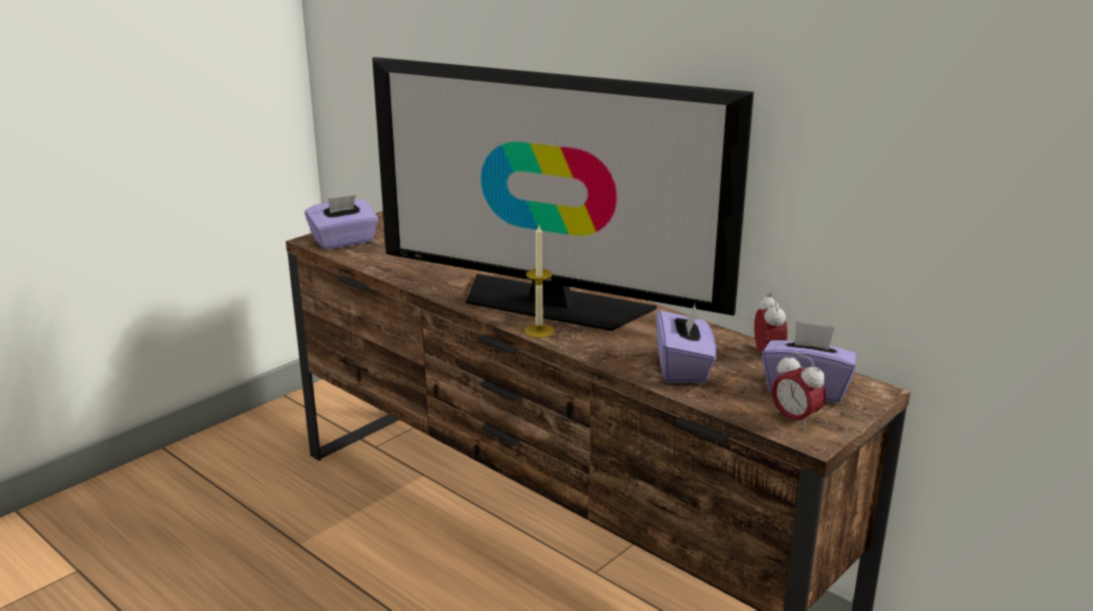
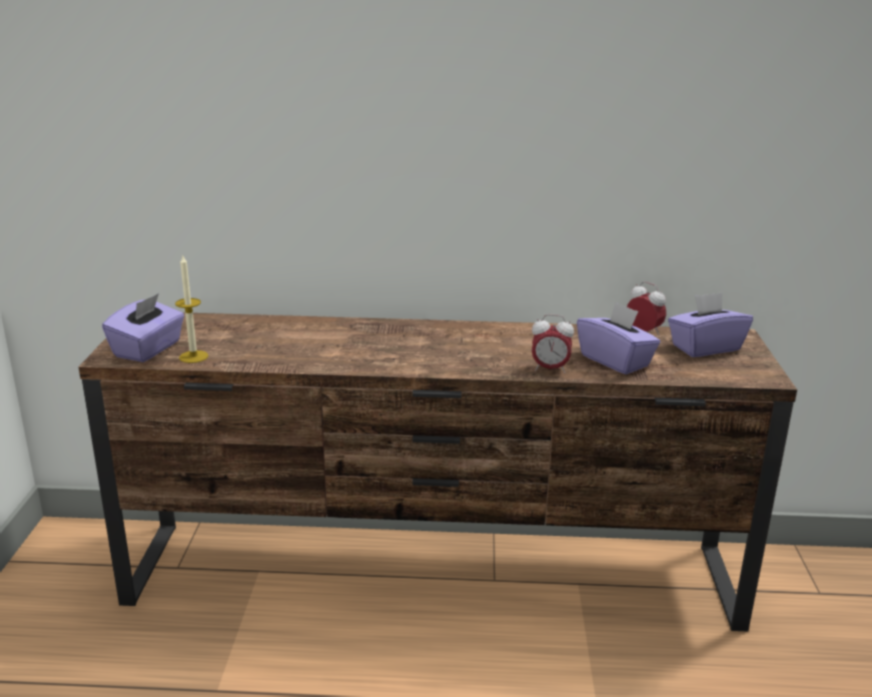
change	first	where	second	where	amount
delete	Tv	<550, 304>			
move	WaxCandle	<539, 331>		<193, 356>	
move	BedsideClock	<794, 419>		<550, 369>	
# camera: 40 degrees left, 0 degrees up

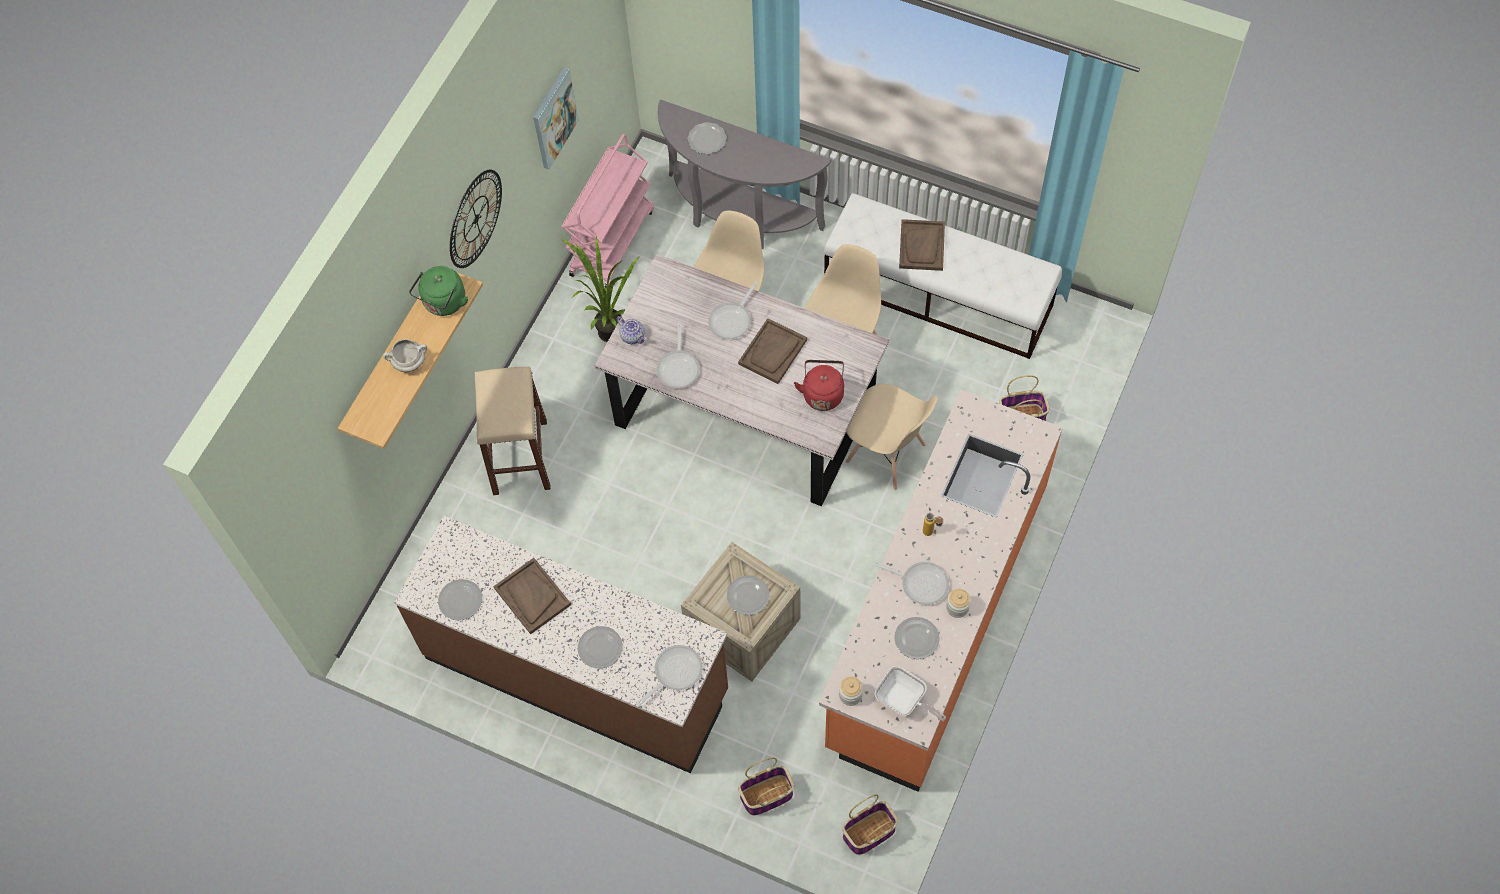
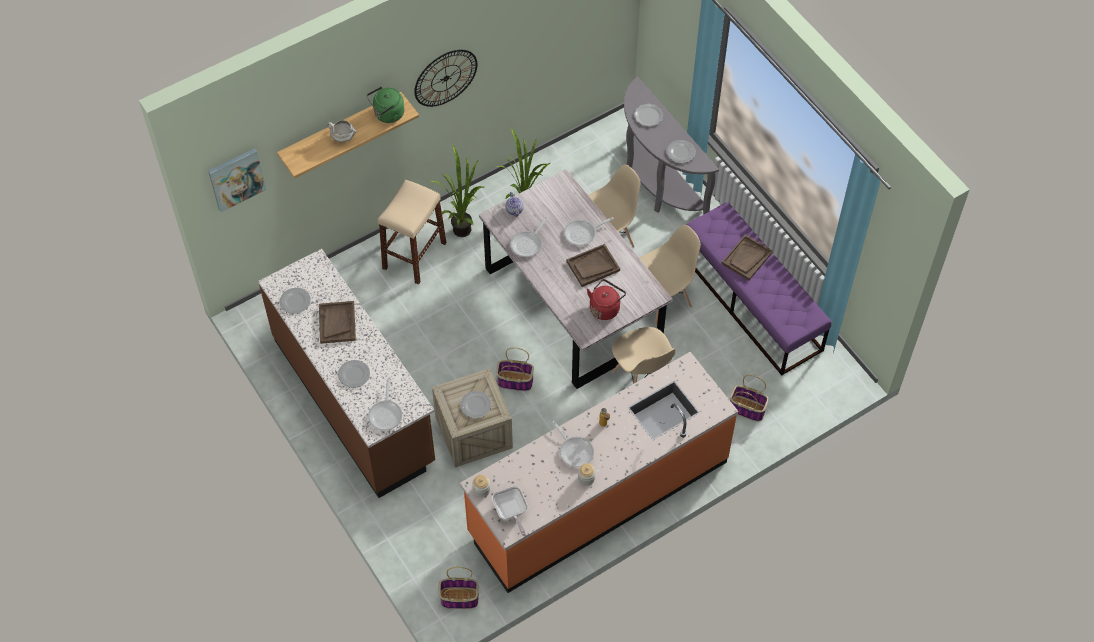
change	first	where	second	where	amount
delete	PinkWheeledCart	<612, 241>			
insert			PlantInAPot	<463, 227>	
move	WallPicture	<553, 117>		<236, 178>	
move	HouseholdBasket	<766, 796>		<514, 381>	
move	DinnerPlate	<916, 638>		<680, 152>	
recolor	WhitishLongSeat	<938, 294>	PurpleColouredLongSeat	<751, 302>	
rotate	Pan	<674, 672>		<386, 414>	105 degrees clockwise
# camera: 30 degrees right, 5 degrees down

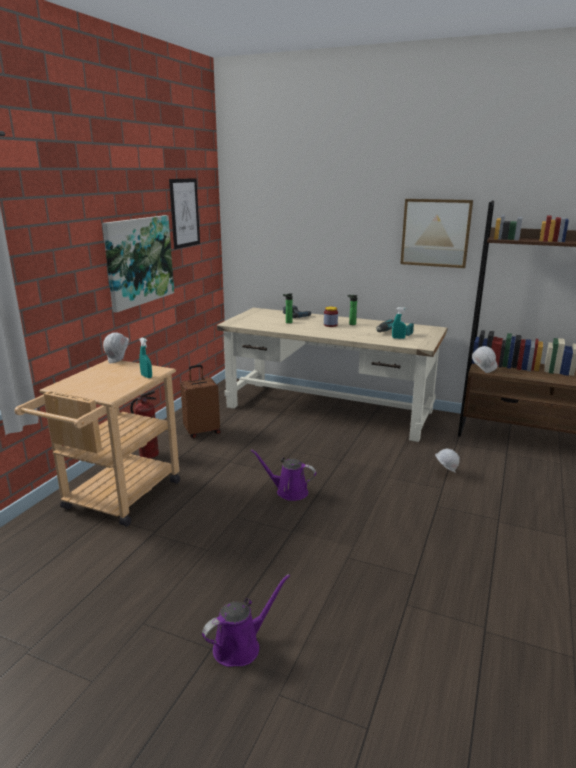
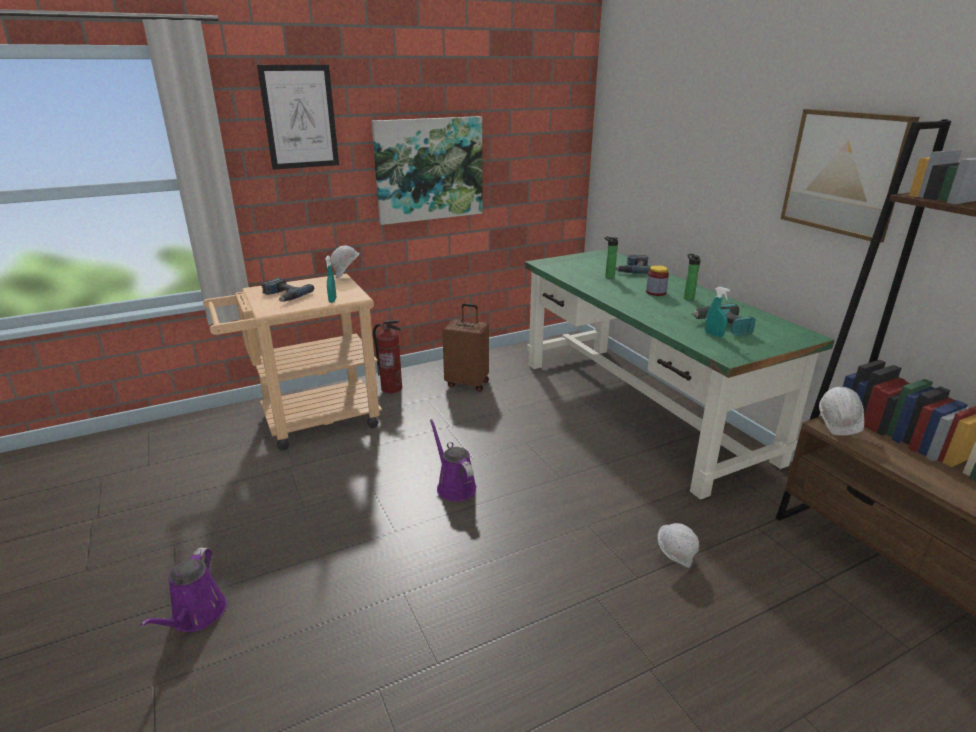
change	first	where	second	where	amount
insert			Drill	<284, 295>	
move	WallPicture	<184, 213>		<300, 117>	
recolor	BeigeDesk	<329, 409>	GreenColouredDesk	<641, 408>	
rotate	PurpleColouredWateringPot	<241, 645>		<196, 616>	90 degrees clockwise
# camera: 40 degrees right, 5 degrees up

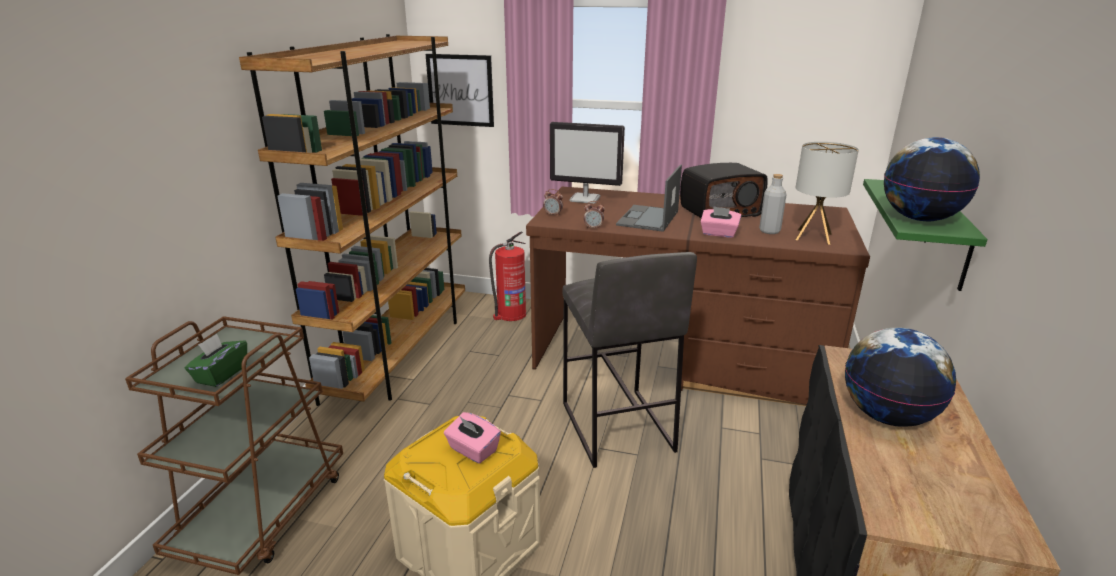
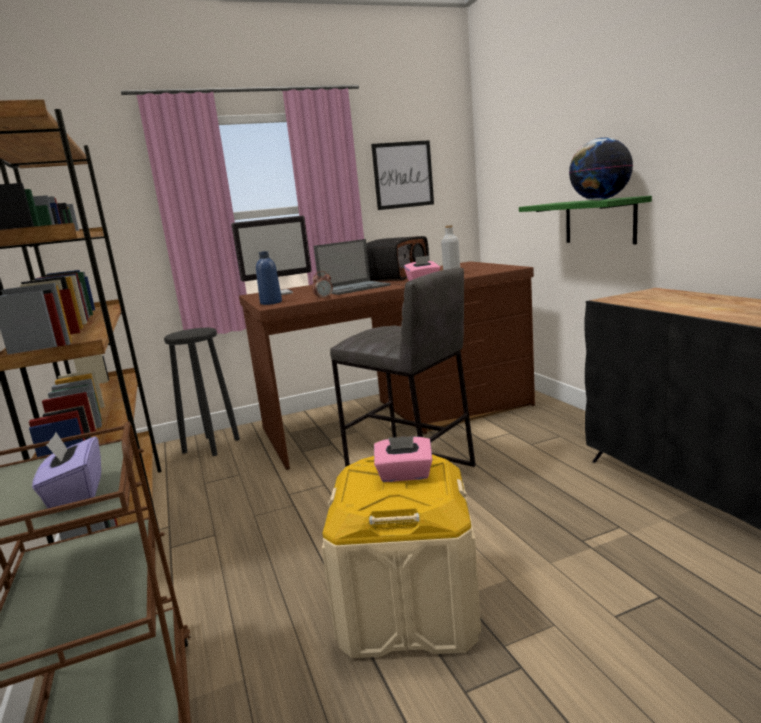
change	first	where	second	where	amount
delete	LampForATable	<813, 236>			
delete	Globe	<887, 416>			
move	WallPicture	<460, 90>		<403, 175>	
replace	FireFightingCylinder	<510, 314>	BlackColouredStool	<212, 445>	
replace	BedsideClock	<553, 215>	BlueColouredBeverageBottle	<271, 303>	
recolor	GreenColouredTissueHolder	<221, 374>	PurpleColouredTissueHolder	<75, 493>	
rotate	Laptop	<648, 219>		<355, 288>	105 degrees counterclockwise
# camera: 35 degrees left, 10 degrees down

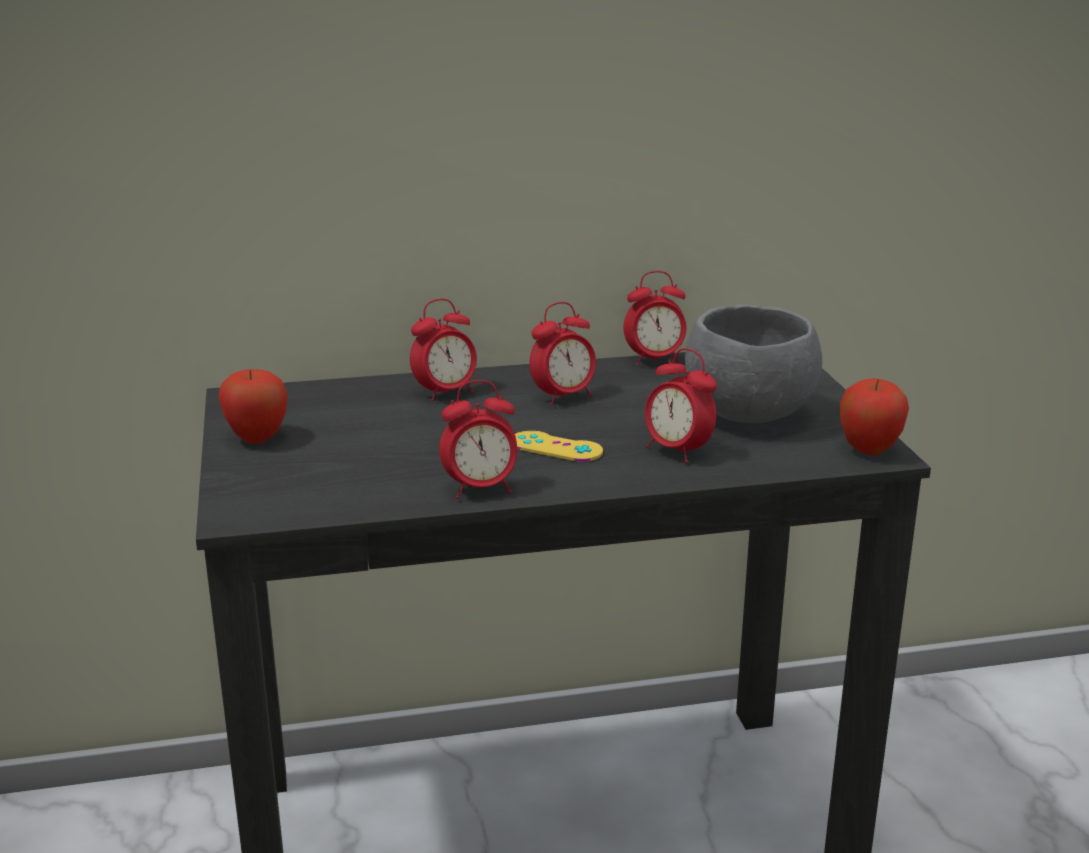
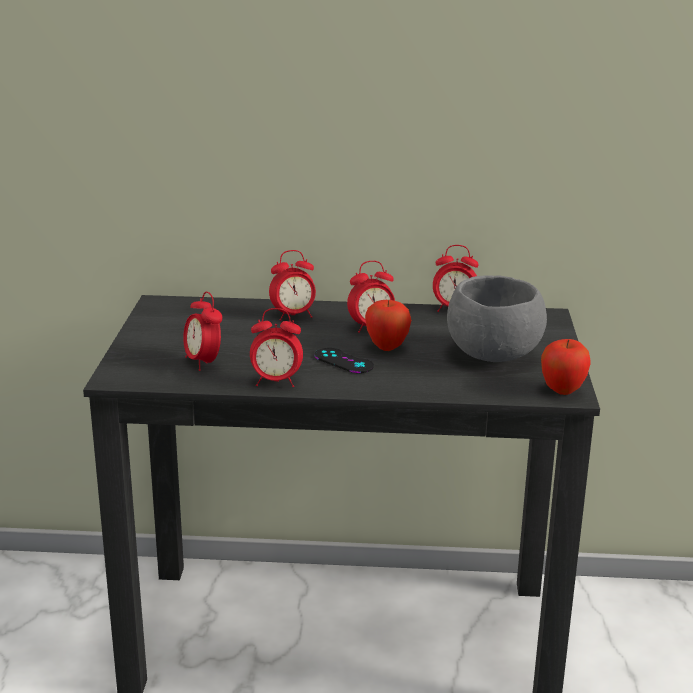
change	first	where	second	where	amount
move	Apple	<257, 438>		<387, 347>	
move	BedsideClock	<677, 451>		<203, 363>	
recolor	YellowColouredGamepad	<556, 447>	BlackColouredGamepad	<343, 361>	
# camera: 15 degrees right, 0 degrees up

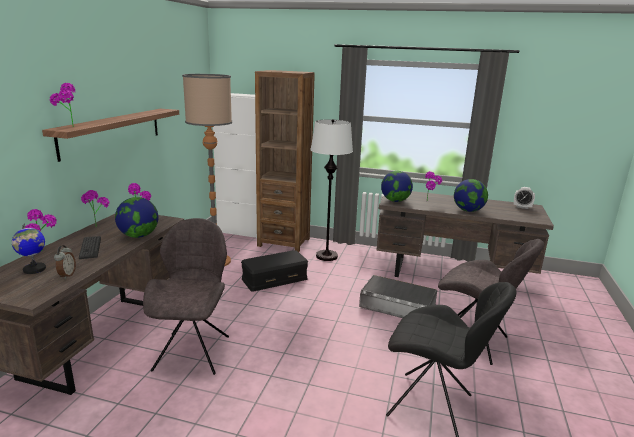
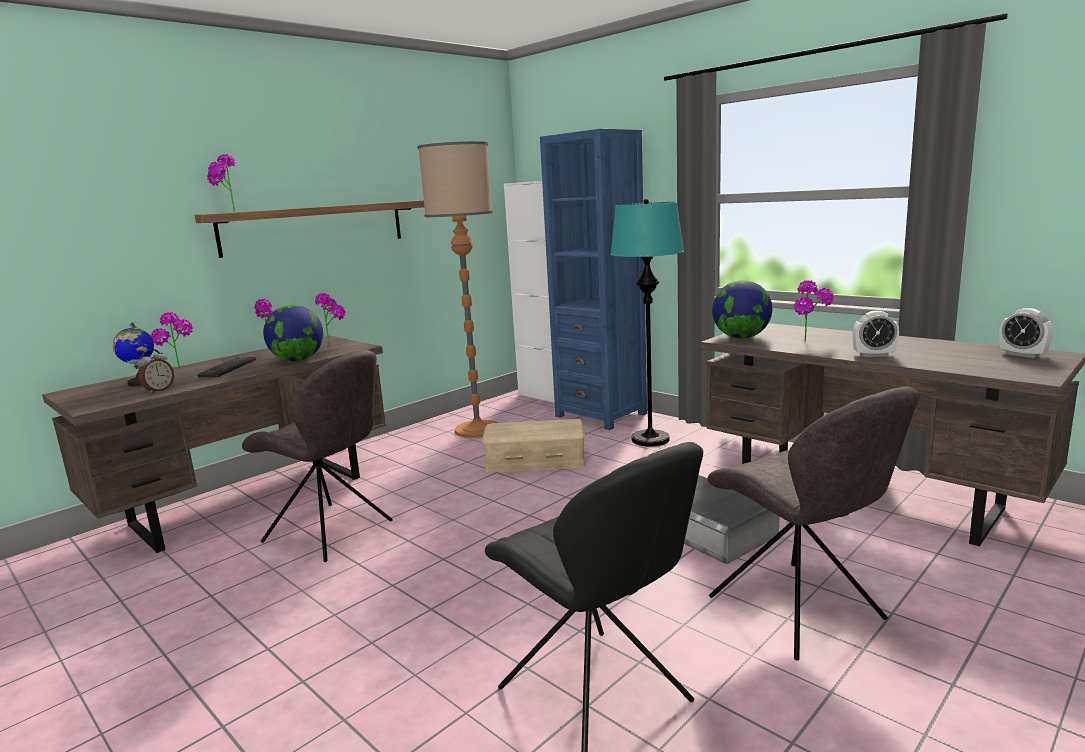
change	first	where	second	where	amount
replace	Globe	<468, 210>	BedsideClock	<873, 355>	
recolor	BlackColouredStorageBin	<274, 278>	BeigeStorageBin	<535, 460>	
recolor	BrownColouredShelvingUnit	<284, 242>	BlueColouredShelvingUnit	<601, 415>	
recolor	WhitishStandardLamp	<327, 256>	BlueGreenStandardLamp	<650, 439>	
rotate	GreyChair	<193, 351>		<331, 533>	90 degrees clockwise
# camera: 30 degrees right, 5 degrees down

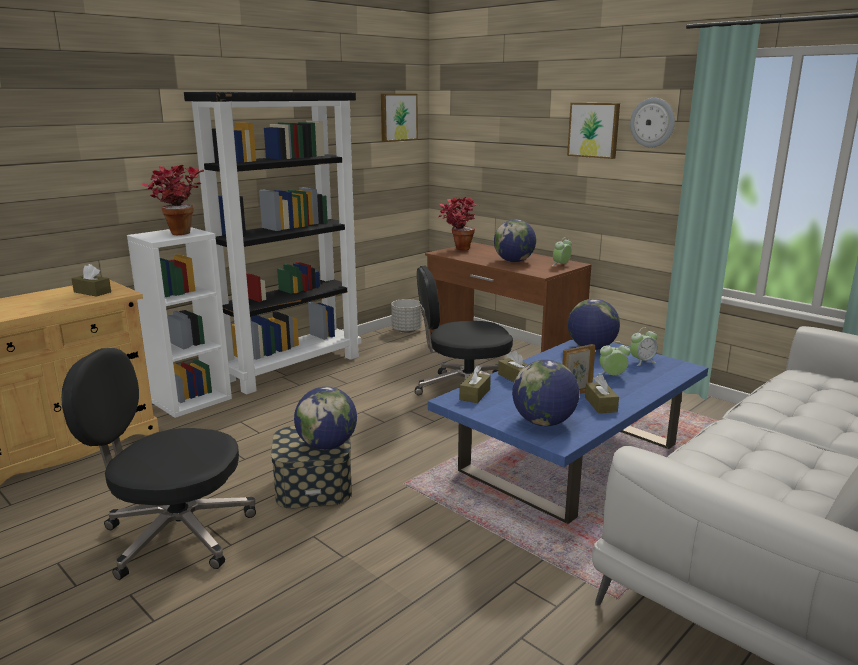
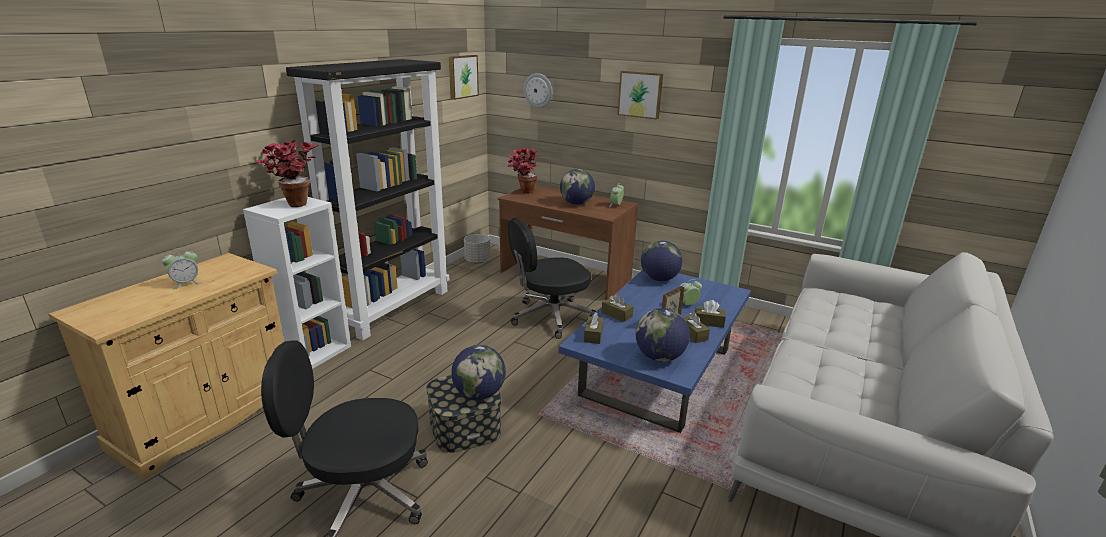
change	first	where	second	where	amount
move	BrownColouredTissueHolder	<92, 292>		<708, 322>	
move	HangingClock	<652, 122>		<538, 90>	
move	BedsideClock	<642, 361>		<186, 283>	
# camera: 15 degrees left, 5 degrees up

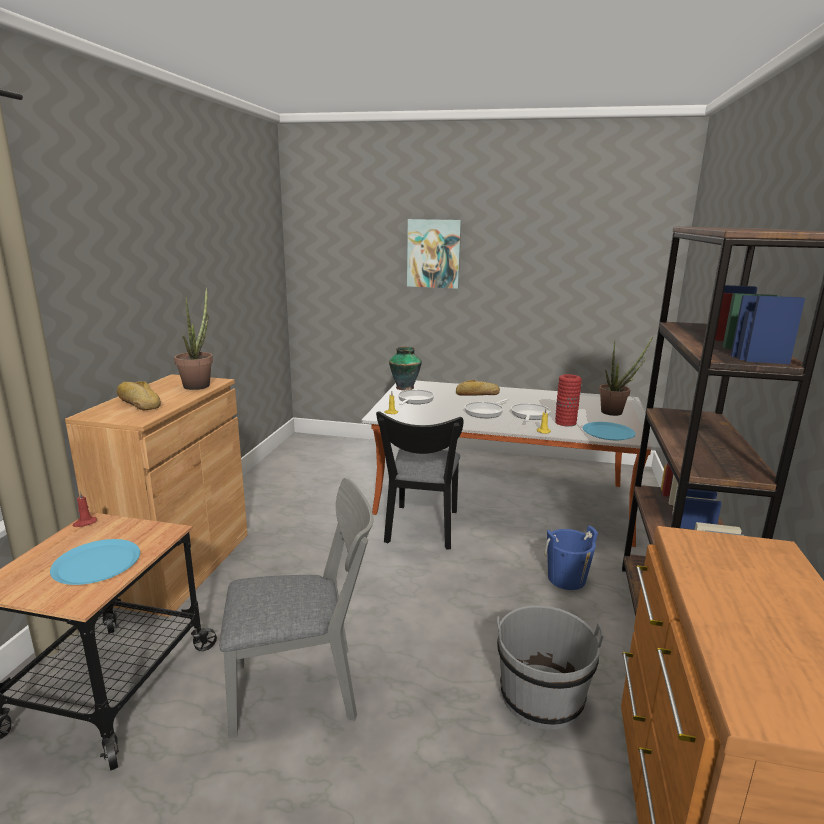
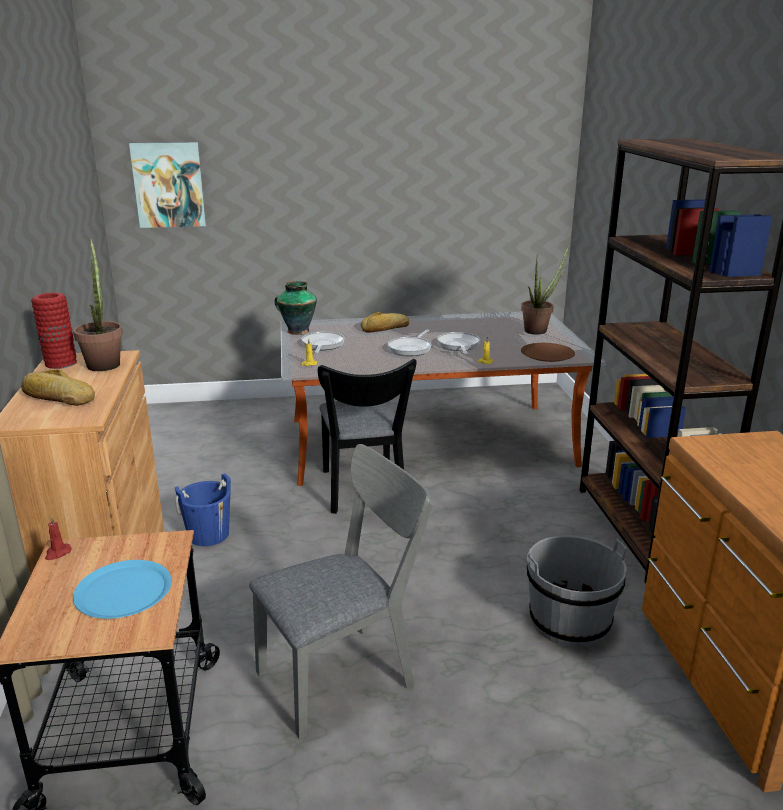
change	first	where	second	where	amount
move	WallPicture	<433, 253>		<169, 185>	
move	BlueColouredPail	<566, 579>		<208, 535>	
move	RedVase	<565, 423>		<60, 363>	
recolor	BlueColouredDinnerPlate	<608, 432>	BrownColouredDinnerPlate	<547, 353>	
# camera: 20 degrees left, 5 degrees up

